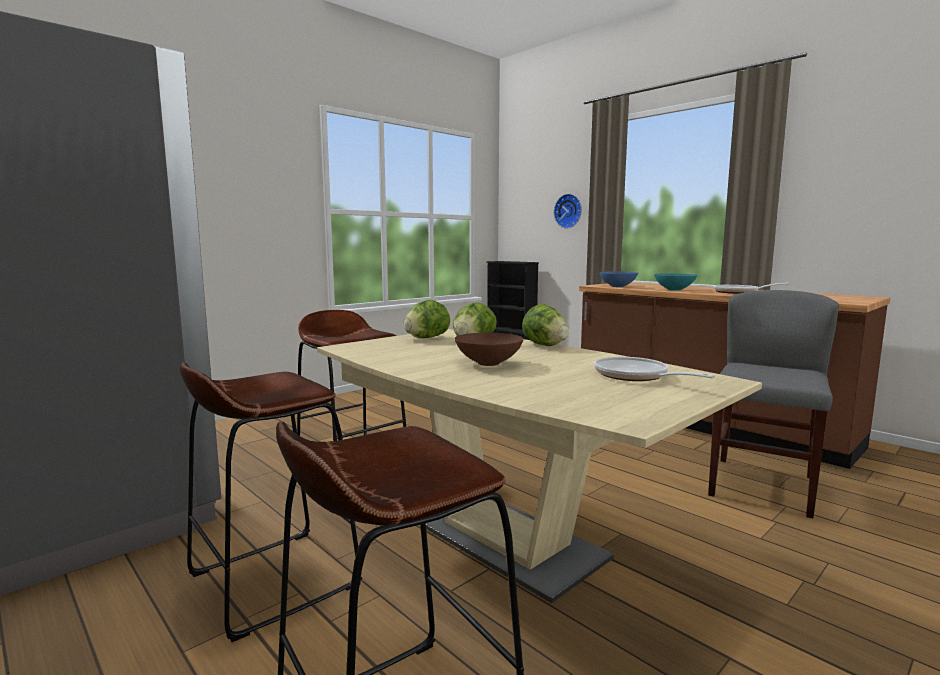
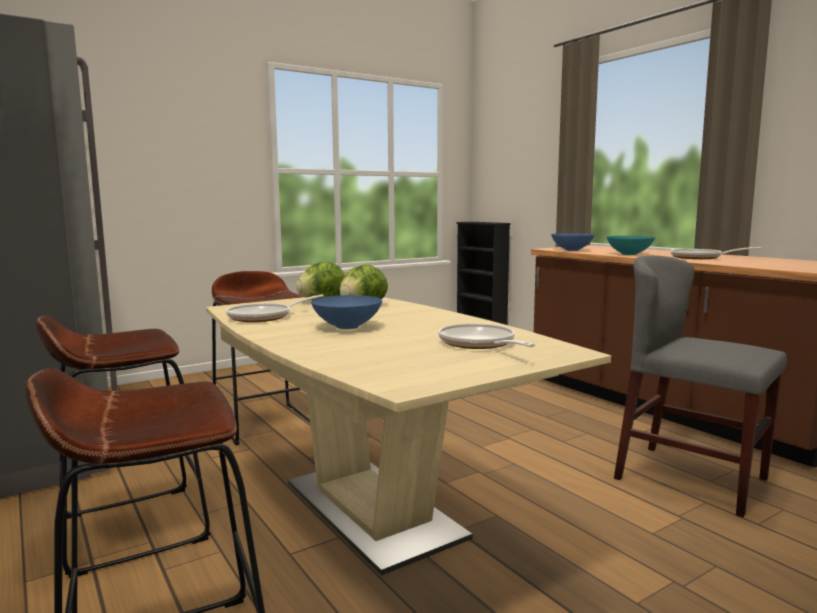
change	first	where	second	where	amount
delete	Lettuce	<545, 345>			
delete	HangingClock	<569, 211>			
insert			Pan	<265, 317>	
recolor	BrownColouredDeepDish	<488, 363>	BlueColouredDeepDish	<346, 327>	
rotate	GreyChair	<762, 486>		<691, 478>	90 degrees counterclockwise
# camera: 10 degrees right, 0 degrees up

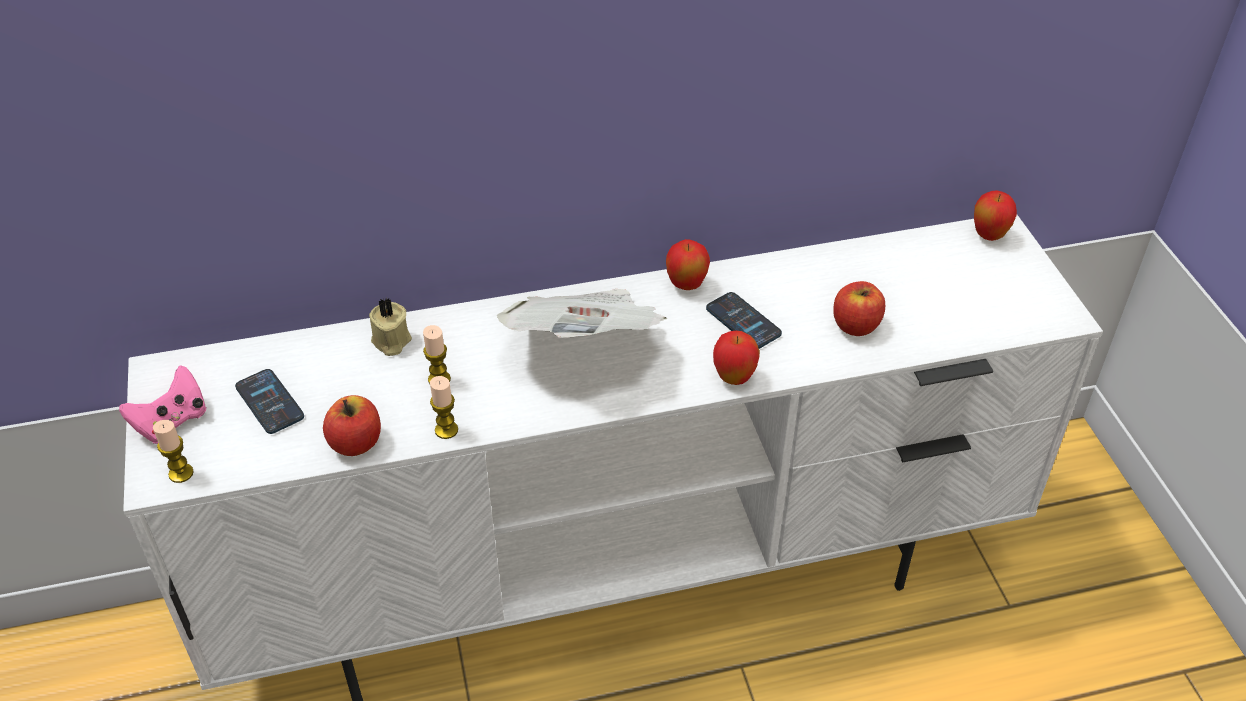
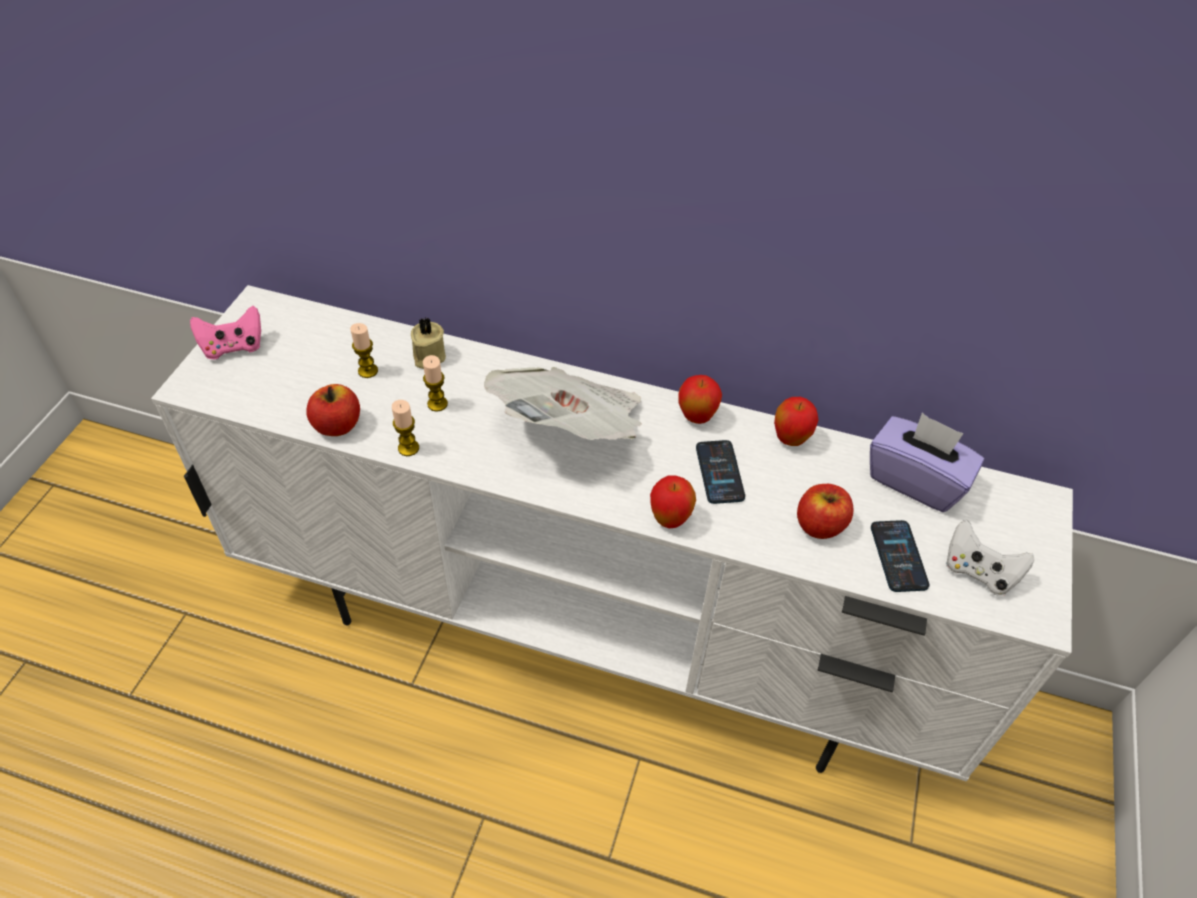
change	first	where	second	where	amount
insert			PurpleColouredTissueHolder	<915, 480>	
insert			WhitishGamepad	<978, 572>	
move	WaxCandle	<181, 473>		<368, 371>	
move	Telephone	<269, 402>		<898, 556>	
move	Apple	<988, 236>		<790, 439>	
# camera: 30 degrees right, 5 degrees up

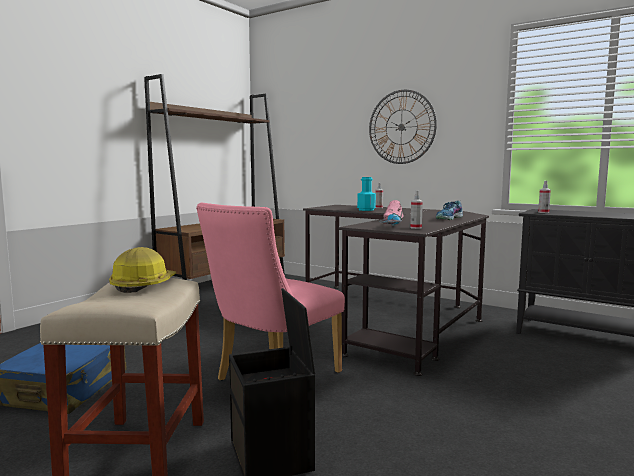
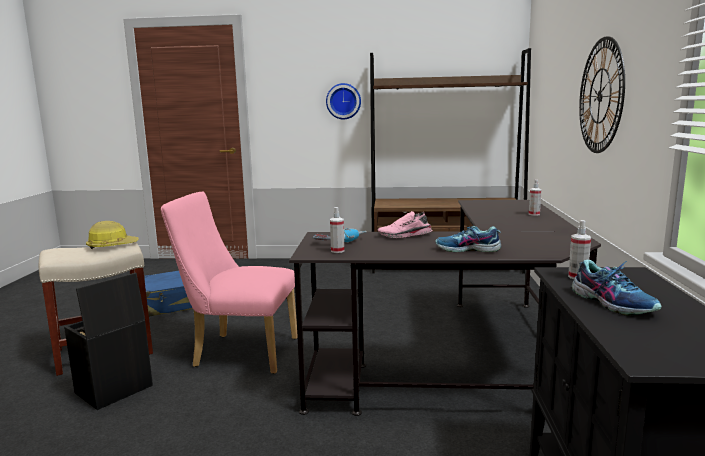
change	first	where	second	where	amount
delete	BlueGreenBeverageBottle	<366, 210>			
insert			HangingClock	<343, 101>	
insert			ItemOfFootwear	<613, 303>	
# camera: 60 degrees right, 5 degrees up

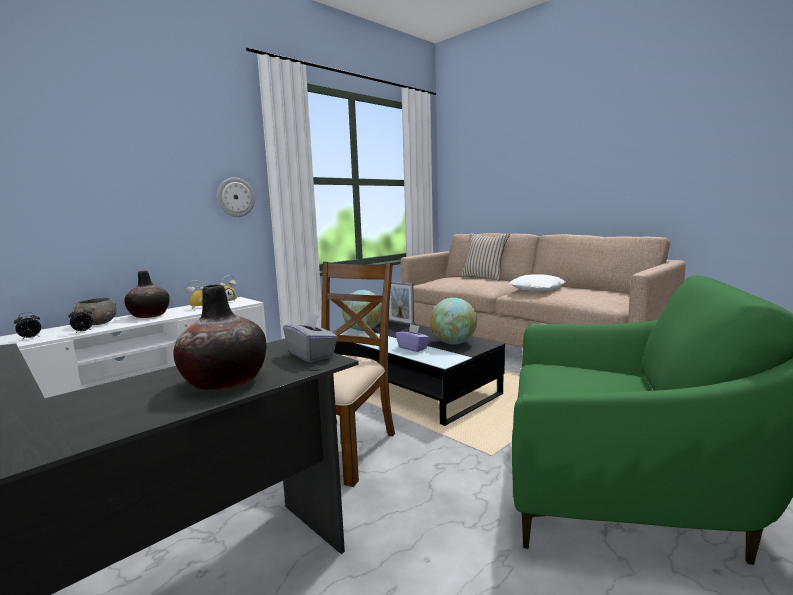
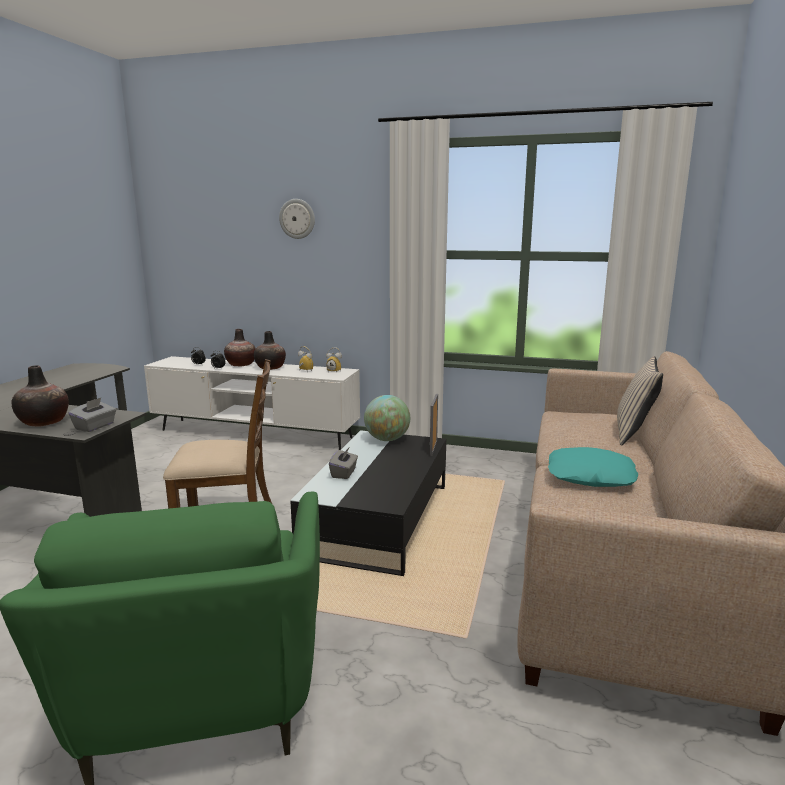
change	first	where	second	where	amount
delete	Globe	<453, 343>			
move	HangingClock	<235, 197>		<297, 219>	
replace	GreyDeepDish	<97, 323>	Vase	<241, 364>	
recolor	PurpleColouredTissueHolder	<413, 348>	GreyTissueHolder	<344, 473>	
recolor	WhitishCushion	<537, 289>	BlueGreenCushion	<590, 476>	
# camera: 60 degrees right, 5 degrees up

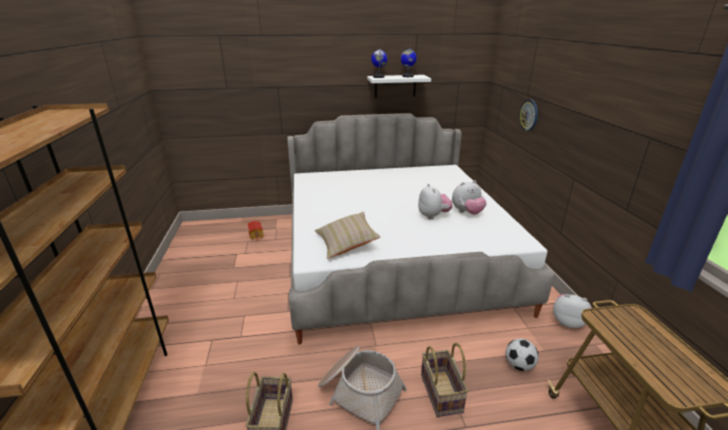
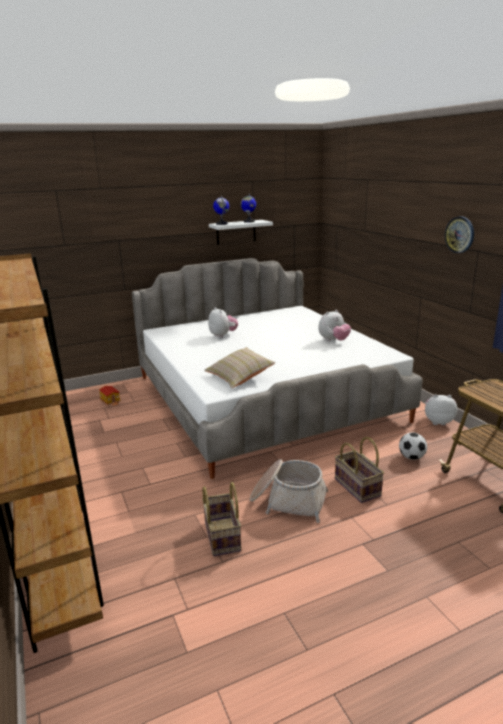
change	first	where	second	where	amount
move	CuddlyToy	<433, 216>		<223, 335>	
move	HangingClock	<529, 115>		<460, 234>	
# camera: 15 degrees left, 5 degrees down

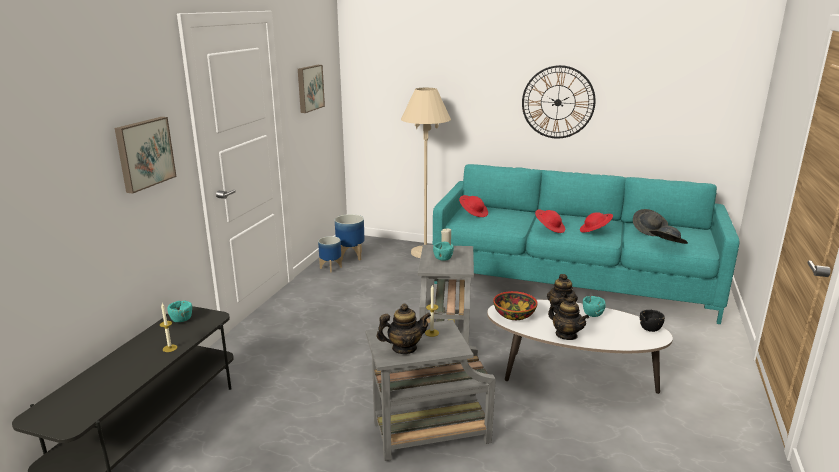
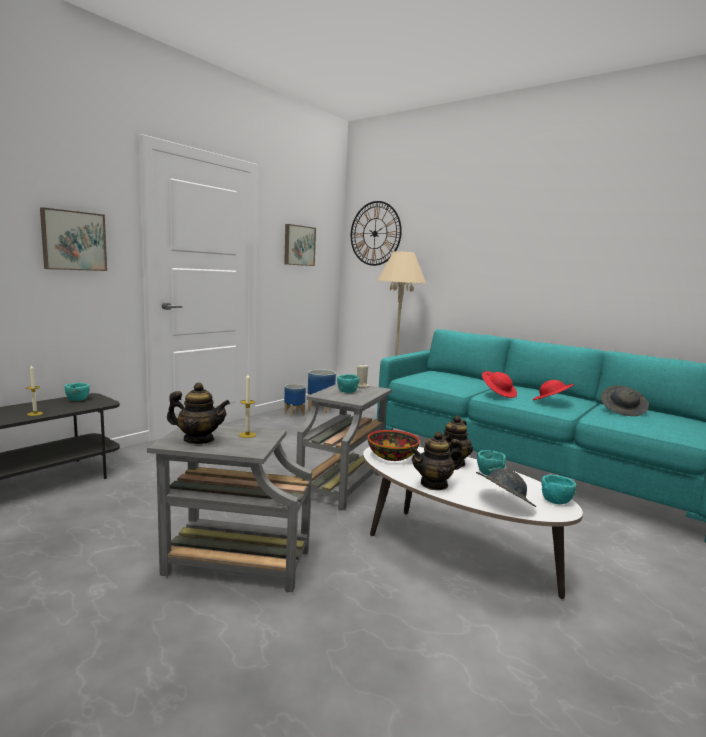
change	first	where	second	where	amount
delete	RedHat	<473, 213>			
move	HangingClock	<558, 102>		<375, 233>	
move	GreyHat	<666, 245>		<503, 503>	
recolor	BlackColouredDeepDish	<650, 328>	BlueGreenDeepDish	<556, 500>	
rotate	TeaPot	<566, 335>		<434, 484>	90 degrees clockwise
# camera: 20 degrees right, 10 degrees down

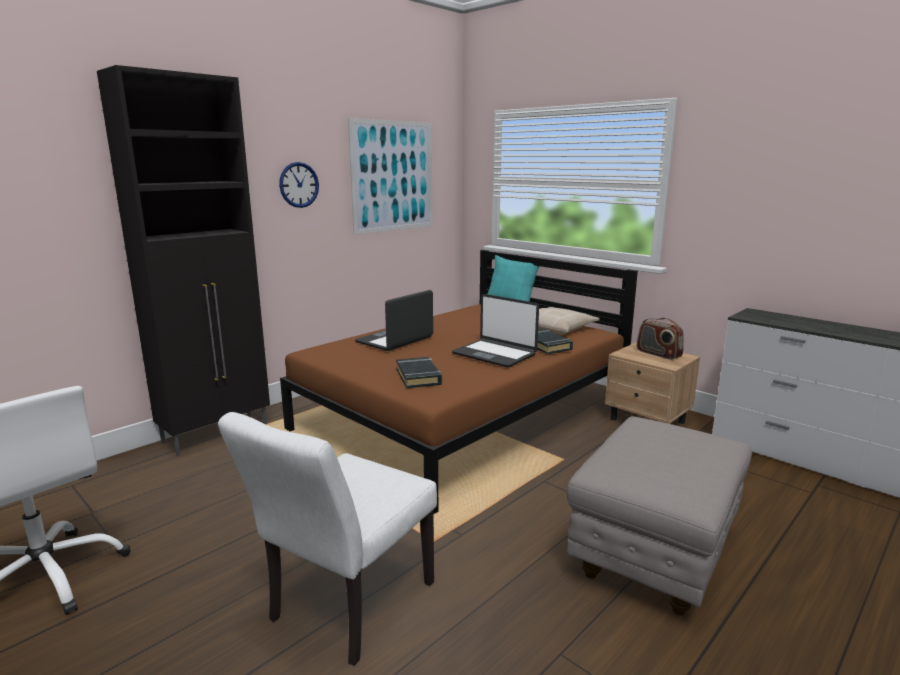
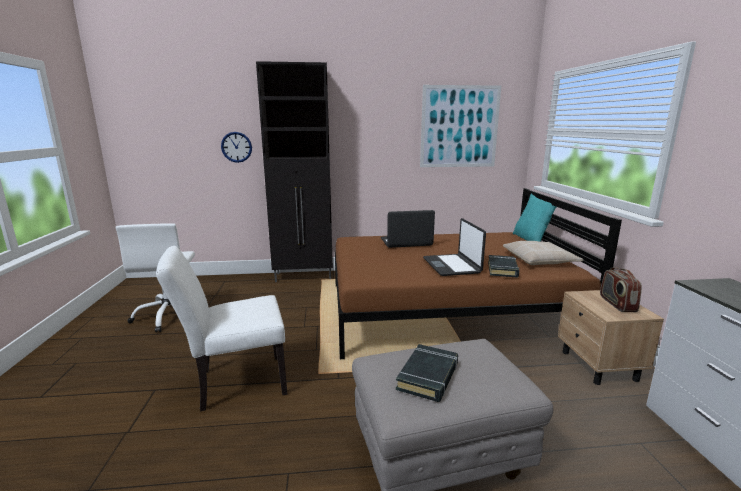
change	first	where	second	where	amount
move	HangingClock	<299, 185>		<236, 147>	
move	BlackColouredBoundBook	<418, 376>		<428, 376>	
# camera: 40 degrees right, 0 degrees up

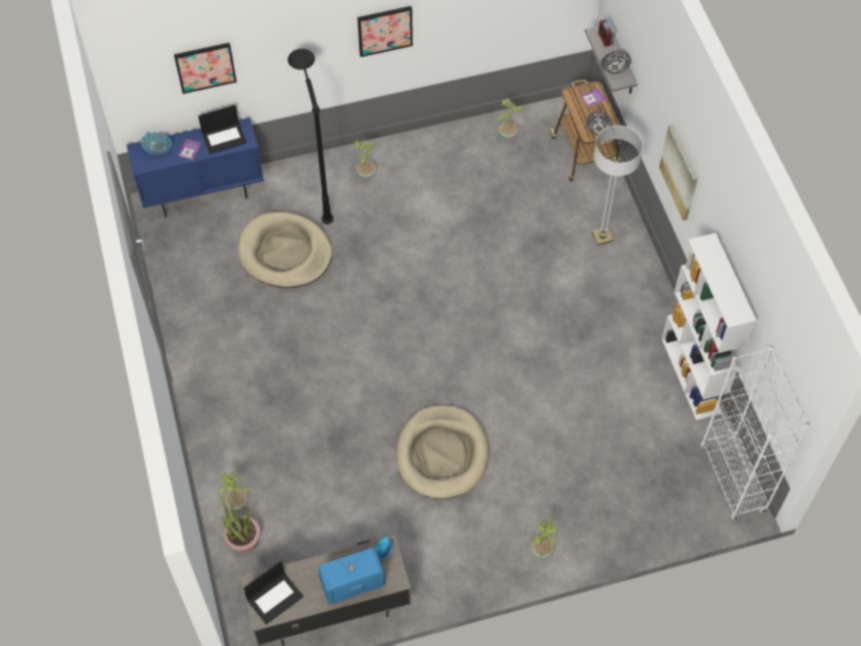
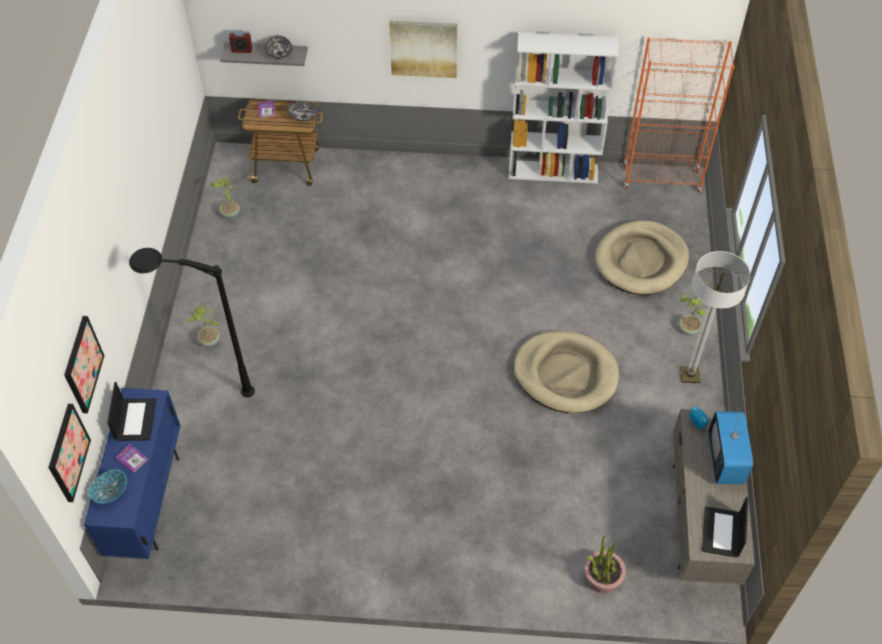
change	first	where	second	where	amount
delete	PlantInAPot	<237, 503>			
move	BeigeDogCushion	<285, 253>		<641, 260>	
move	WallPicture	<385, 30>		<68, 453>	
move	StandardLamp	<602, 237>		<690, 375>	
recolor	WhitishShelvingUnit	<733, 479>	OrangeColouredShelvingUnit	<661, 179>	
rotate	Laptop	<275, 597>		<722, 533>	150 degrees counterclockwise
# camera: 70 degrees left, 5 degrees down

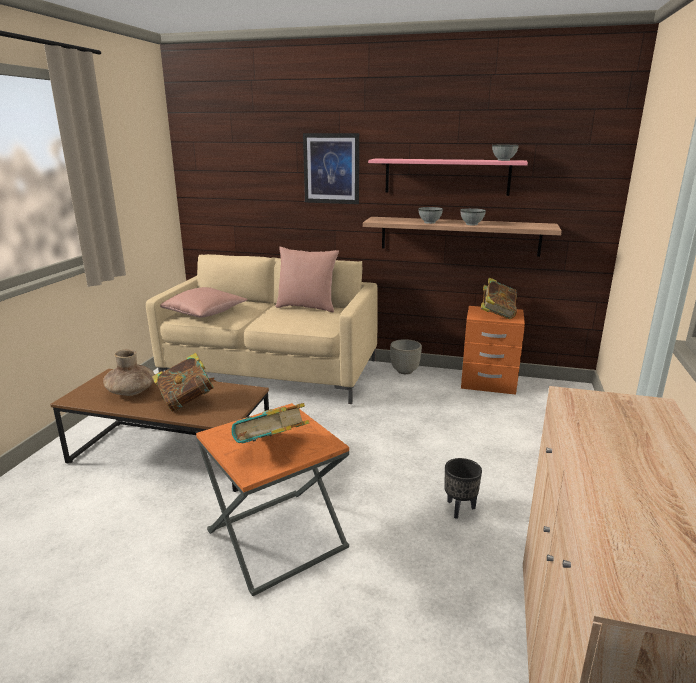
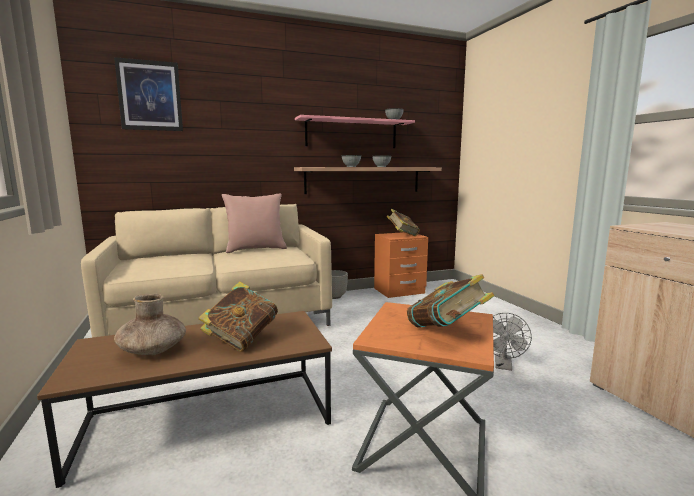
change	first	where	second	where	amount
delete	PinkCushion	<204, 313>			
move	WallPicture	<331, 168>		<150, 96>	
replace	BlackColouredPlanter	<460, 509>	GreyCoolingFan	<503, 366>	
# camera: 35 degrees left, 10 degrees down

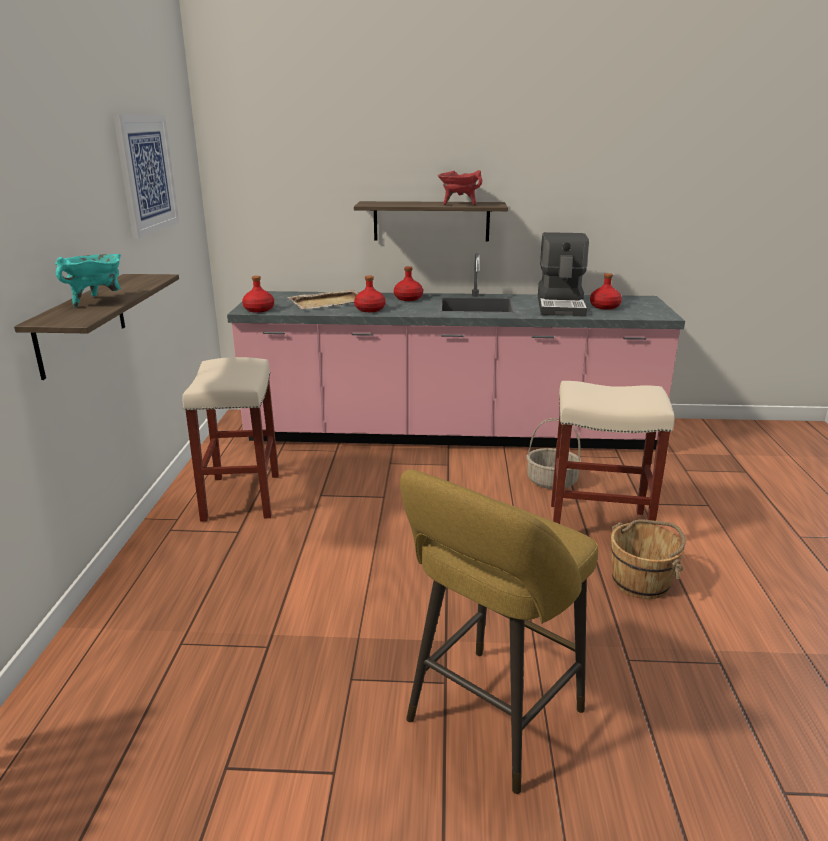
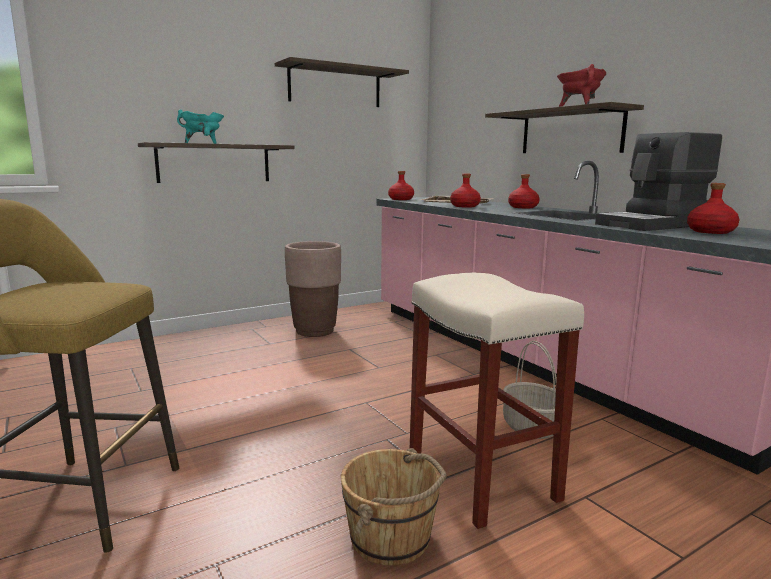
change	first	where	second	where	amount
replace	WallPicture	<146, 174>	Shelf	<335, 86>	
replace	BeigeStool	<241, 496>	BrownColouredPlanter	<315, 331>	
# camera: 55 degrees right, 10 degrees down

